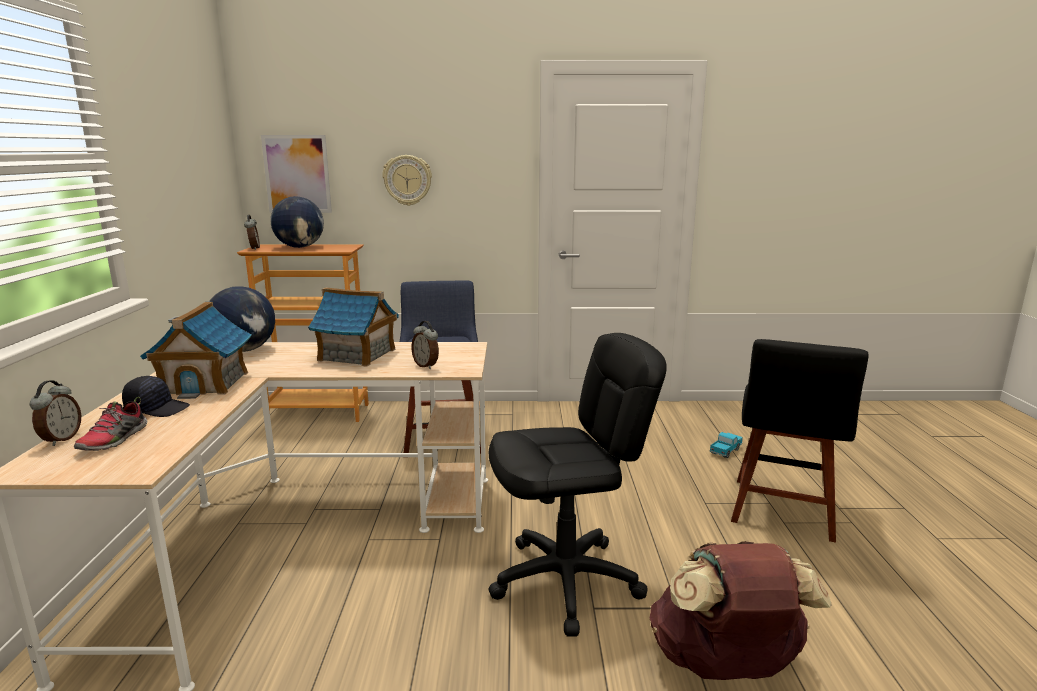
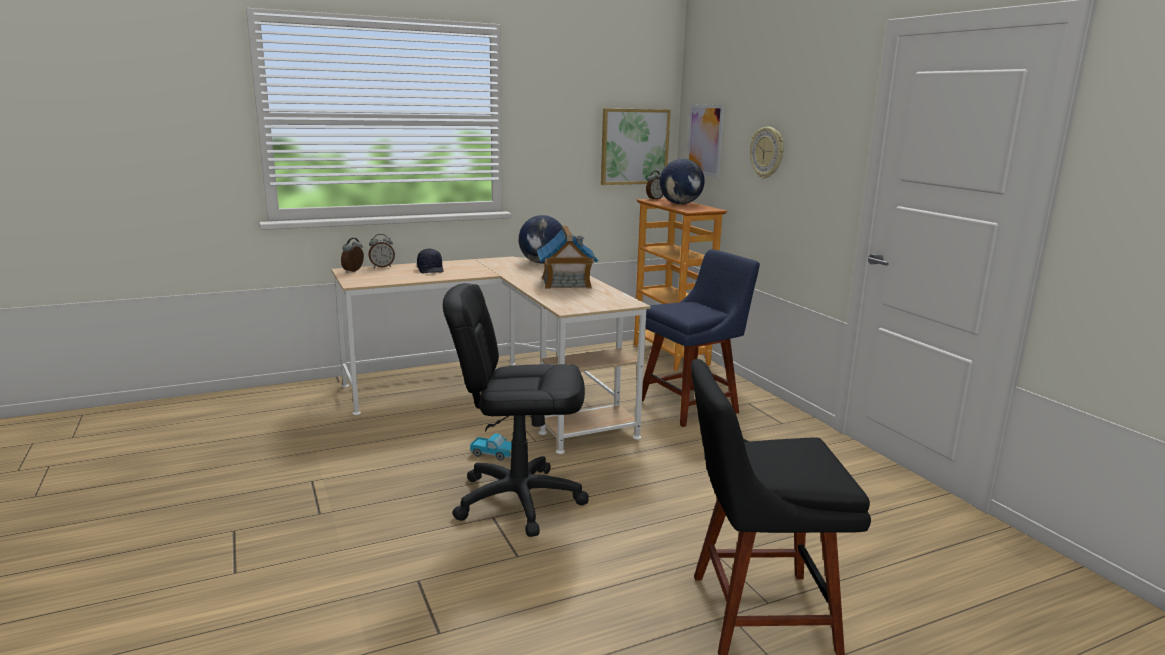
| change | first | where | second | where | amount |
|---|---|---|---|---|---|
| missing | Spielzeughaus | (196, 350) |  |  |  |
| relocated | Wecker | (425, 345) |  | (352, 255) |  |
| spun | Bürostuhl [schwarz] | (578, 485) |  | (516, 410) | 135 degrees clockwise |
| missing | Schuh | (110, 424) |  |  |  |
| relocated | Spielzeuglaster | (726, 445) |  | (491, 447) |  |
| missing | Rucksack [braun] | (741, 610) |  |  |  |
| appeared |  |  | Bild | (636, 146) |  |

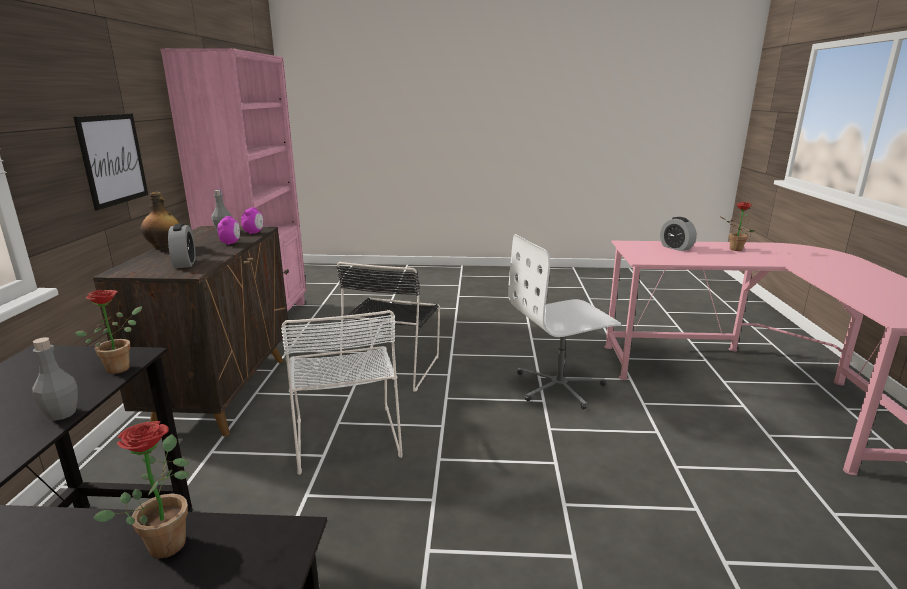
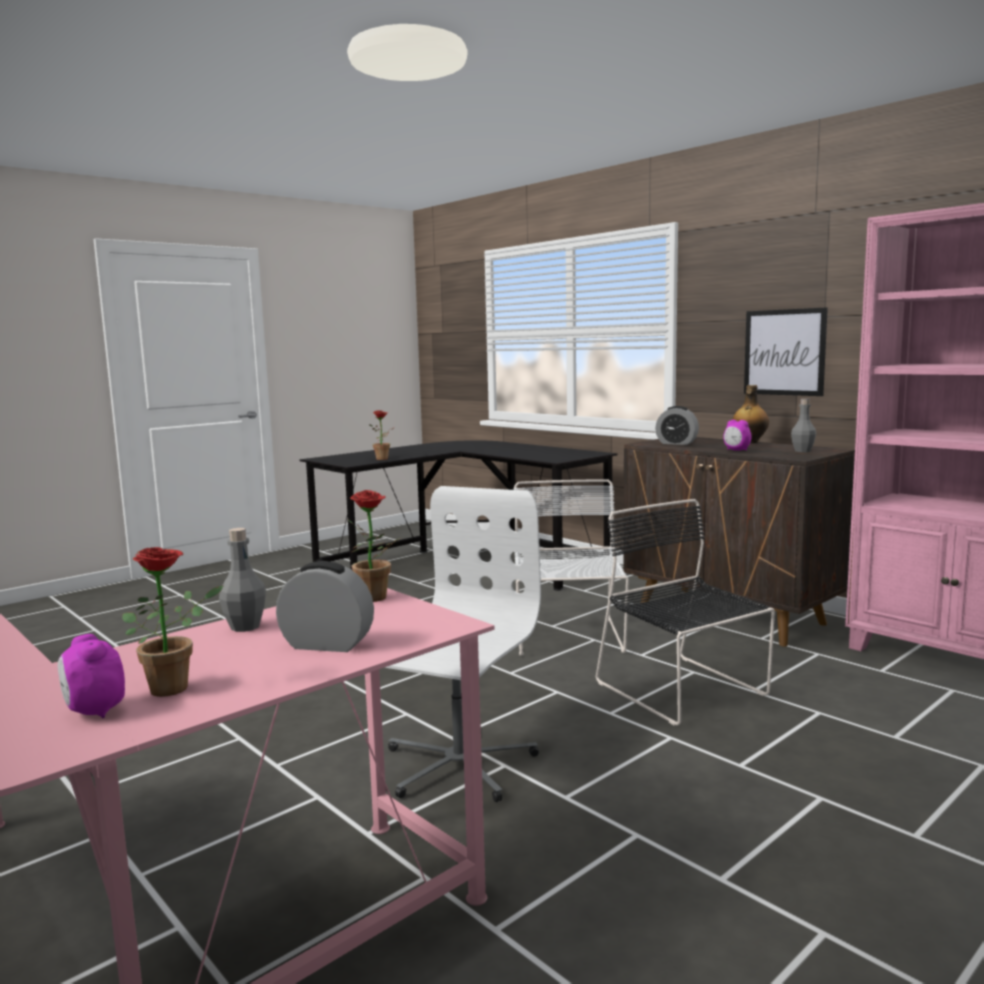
| change | first | where | second | where | amount |
|---|---|---|---|---|---|
| relocated | Wecker | (252, 221) |  | (91, 676) |  |
| relocated | Topfpflanze | (108, 332) |  | (373, 546) |  |
| spun | Stuhl [weiß] | (342, 392) |  | (571, 567) | 60 degrees clockwise |
| relocated | Flasche [grau] | (55, 379) |  | (242, 580) |  |

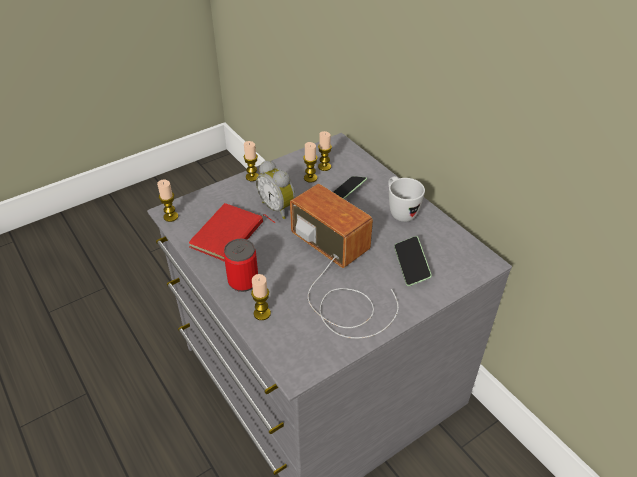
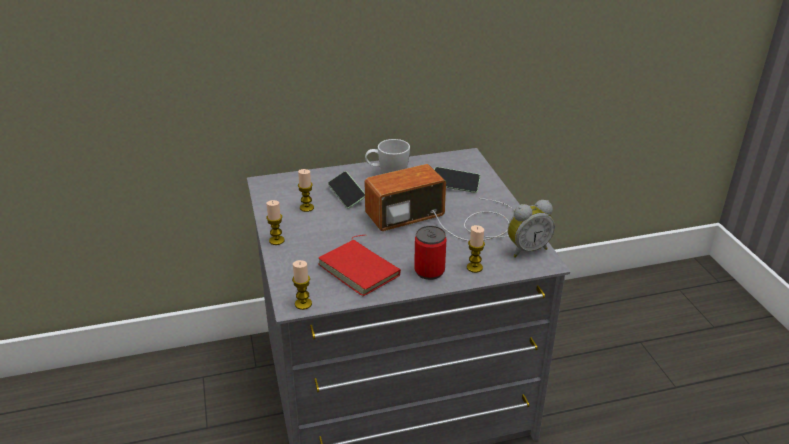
| change | first | where | second | where | amount |
|---|---|---|---|---|---|
| missing | Kerze | (325, 151) |  |  |  |
| relocated | Wecker | (275, 189) |  | (531, 229) |  |

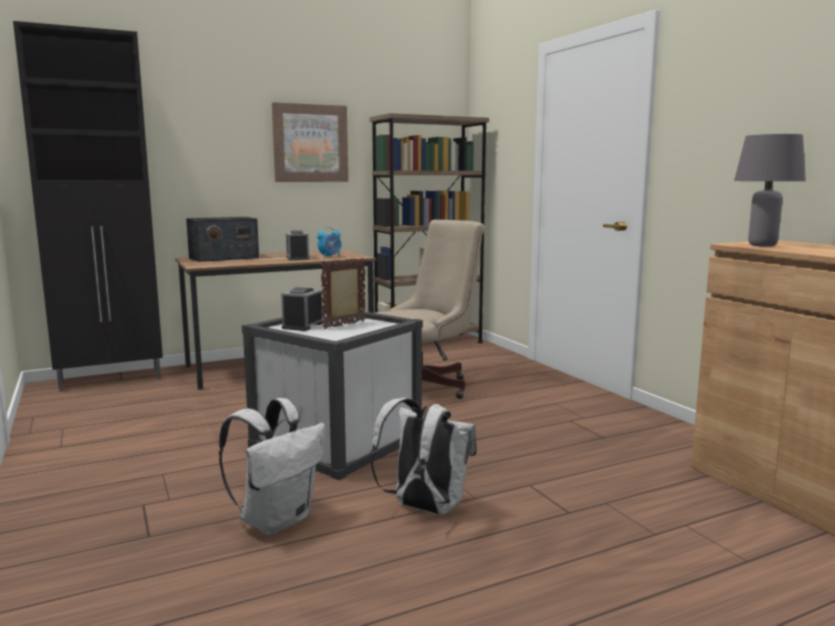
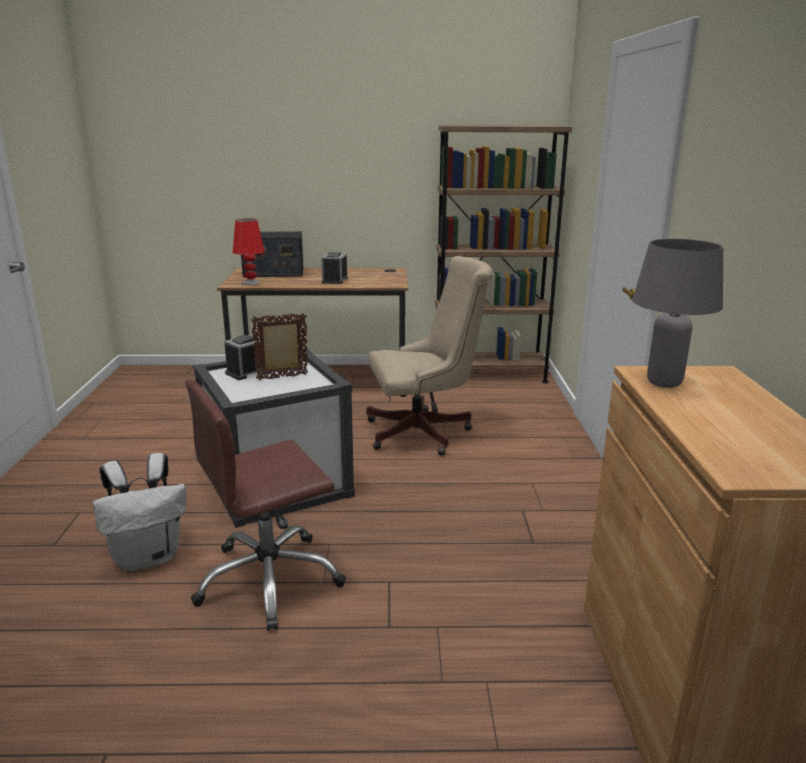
| change | first | where | second | where | amount |
|---|---|---|---|---|---|
| missing | Schrank [schwarz] | (88, 206) |  |  |  |
| missing | Bild | (310, 142) |  |  |  |
| missing | Wecker | (329, 242) |  |  |  |
| exchanged | Rucksack [weiß] | (424, 456) | Bürostuhl [braun] | (265, 505) |  |
| appeared |  |  | Tischlampe [rot] | (249, 252) |  |

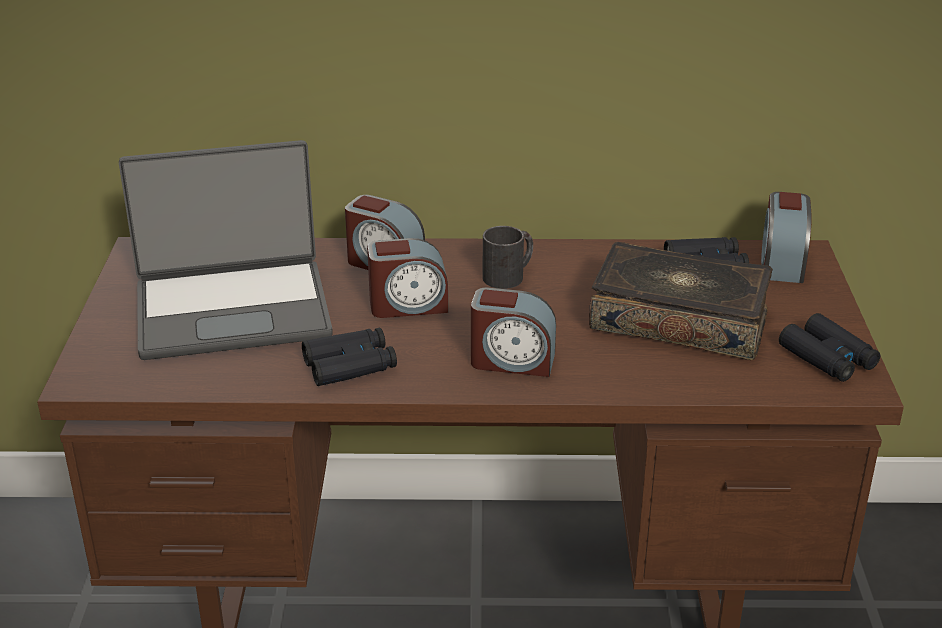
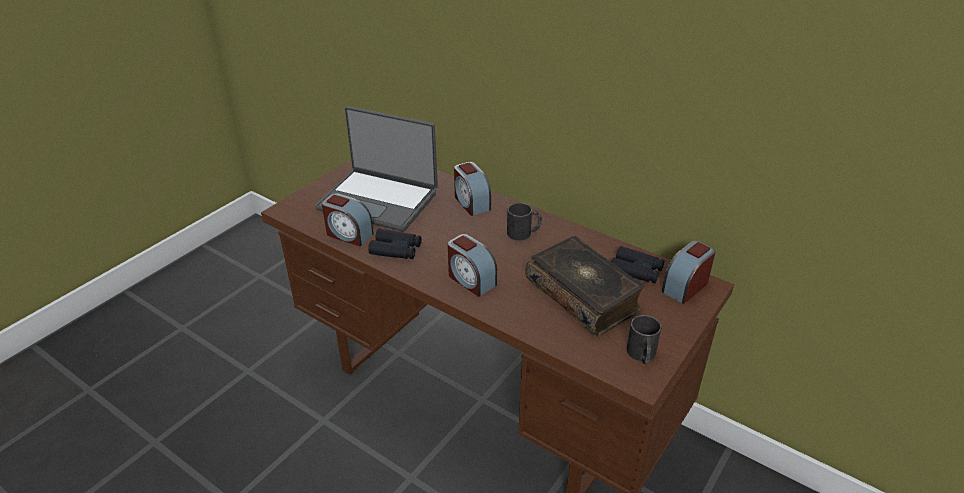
| change | first | where | second | where | amount |
|---|---|---|---|---|---|
| relocated | Wecker | (407, 278) |  | (348, 220) |  |
| exchanged | Fernglas [schwarz] | (829, 347) | Henkelbecher [schwarz] | (644, 339) |  |

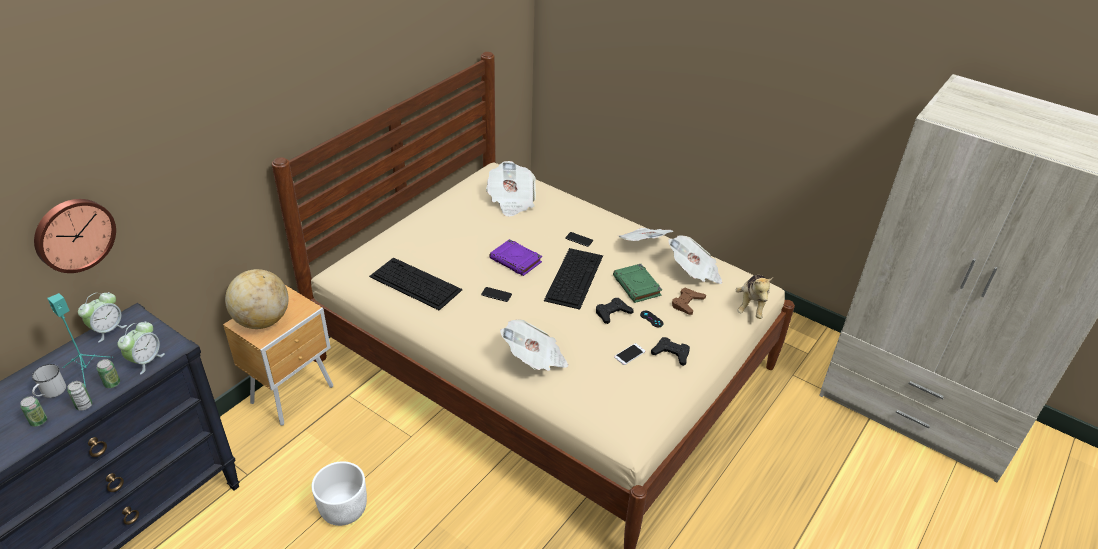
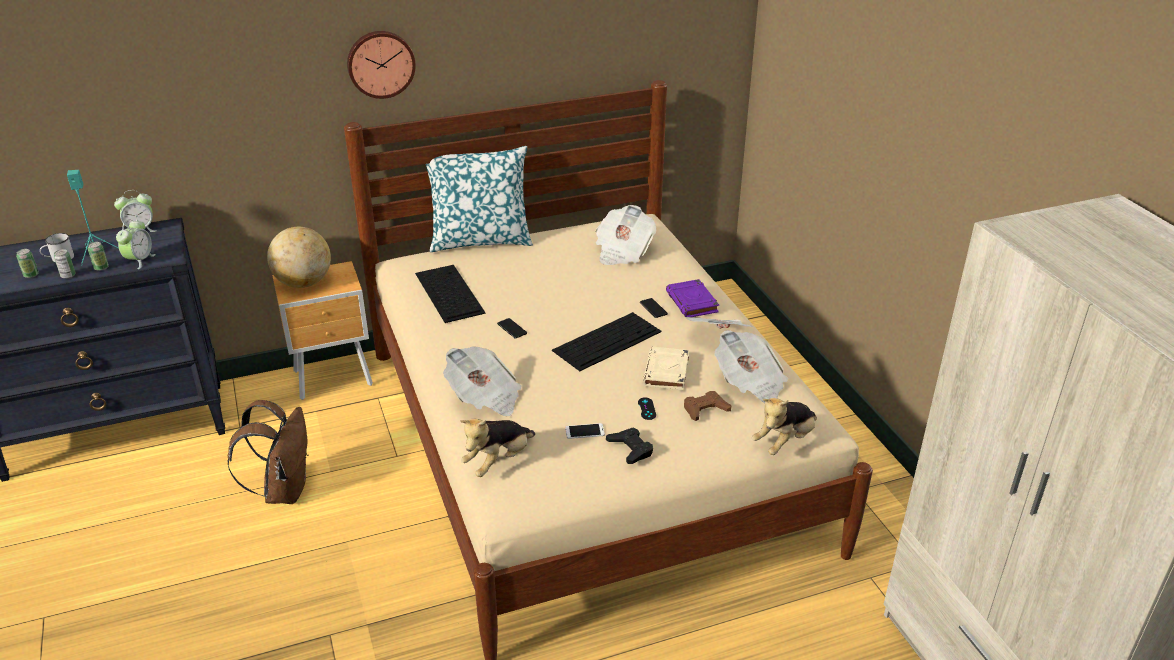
| change | first | where | second | where | amount |
|---|---|---|---|---|---|
| relocated | Wanduhr | (75, 236) |  | (381, 65) |  |
| relocated | Buch [lila] | (515, 257) |  | (692, 298) |  |
| colour | Buch [grün] | (637, 283) | Buch [beige] | (666, 369) |  |
| missing | Gamepad [schwarz] | (615, 311) |  |  |  |
| spun | Wecker | (141, 348) |  | (136, 244) | 45 degrees counterclockwise |
| exchanged | Pflanzkübel [weiß] | (339, 493) | Rucksack [braun] | (267, 452) |  |
| appeared |  |  | Kissen | (479, 199) |  |
| appeared |  |  | Plüschtier | (497, 448) |  |

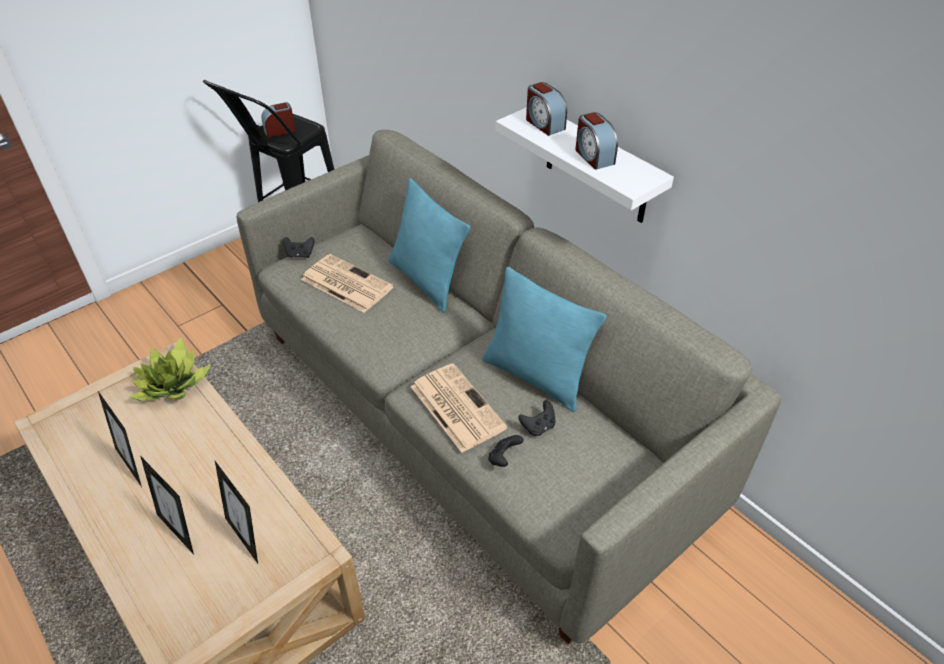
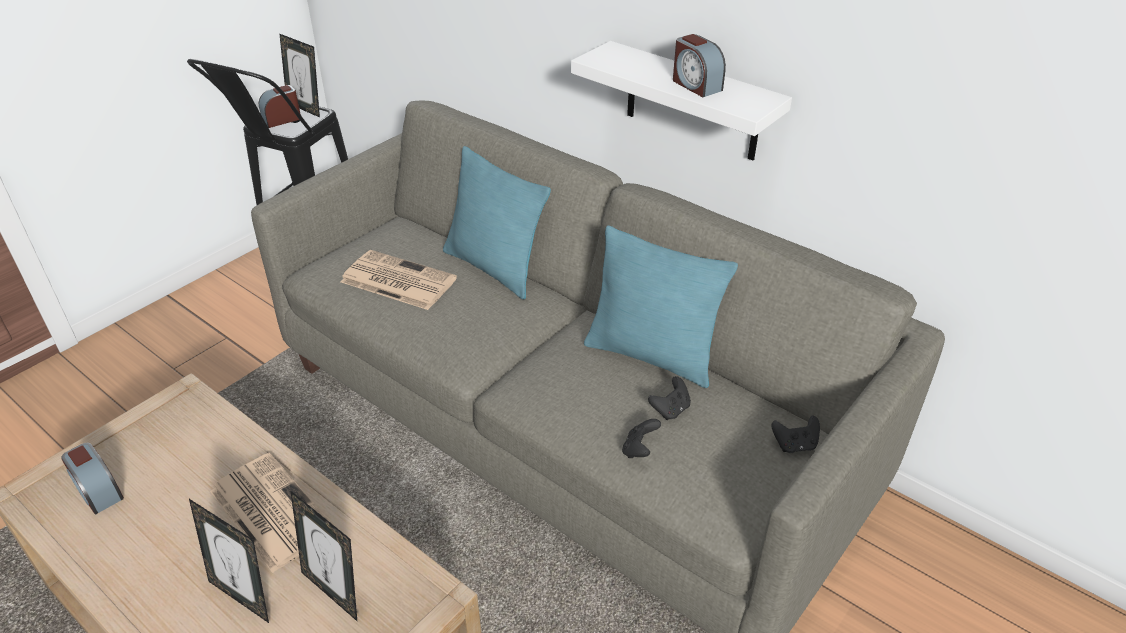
| change | first | where | second | where | amount |
|---|---|---|---|---|---|
| relocated | Wecker | (546, 109) |  | (92, 478) |  |
| relocated | Gamepad [schwarz] | (299, 247) |  | (796, 434) |  |
| missing | Topfpflanze | (170, 369) |  |  |  |
| relocated | Zeitung | (459, 408) |  | (271, 513) |  |
| relocated | Bilderrahmen | (120, 439) |  | (299, 75) |  |

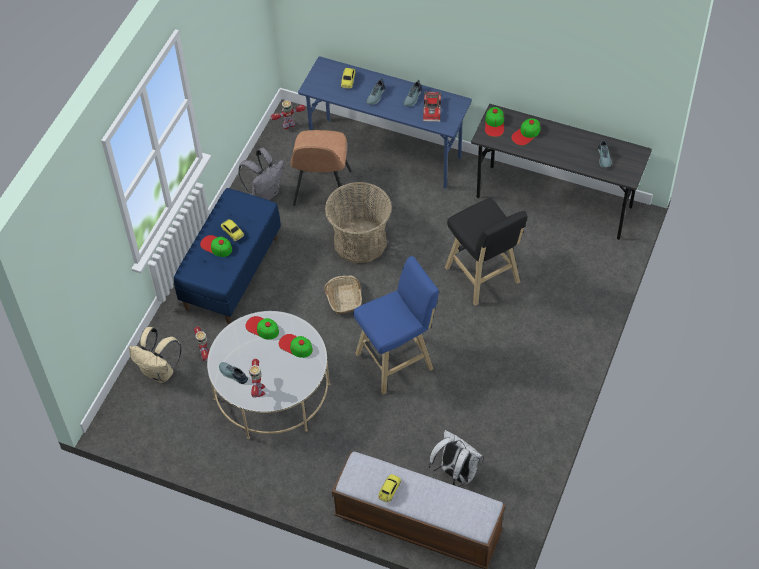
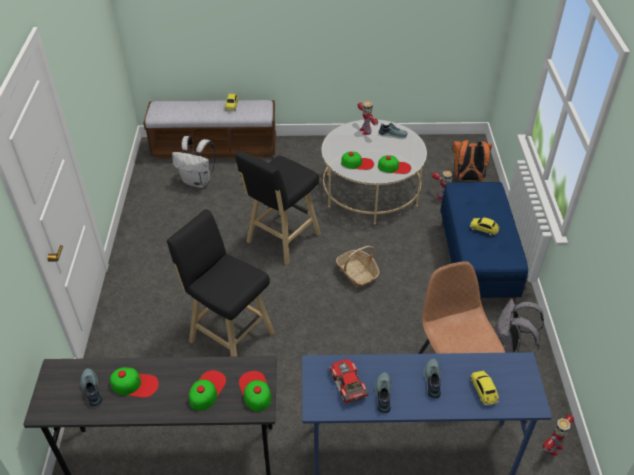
| change | first | where | second | where | amount |
|---|---|---|---|---|---|
| missing | Korb | (358, 222) |  |  |  |
| relocated | Kappe | (216, 246) |  | (134, 382) |  |
| colour | Hocker [blau] | (396, 325) | Hocker [schwarz] | (278, 208) |  |
| colour | Rucksack [beige] | (155, 355) | Rucksack [orange] | (472, 160) |  |

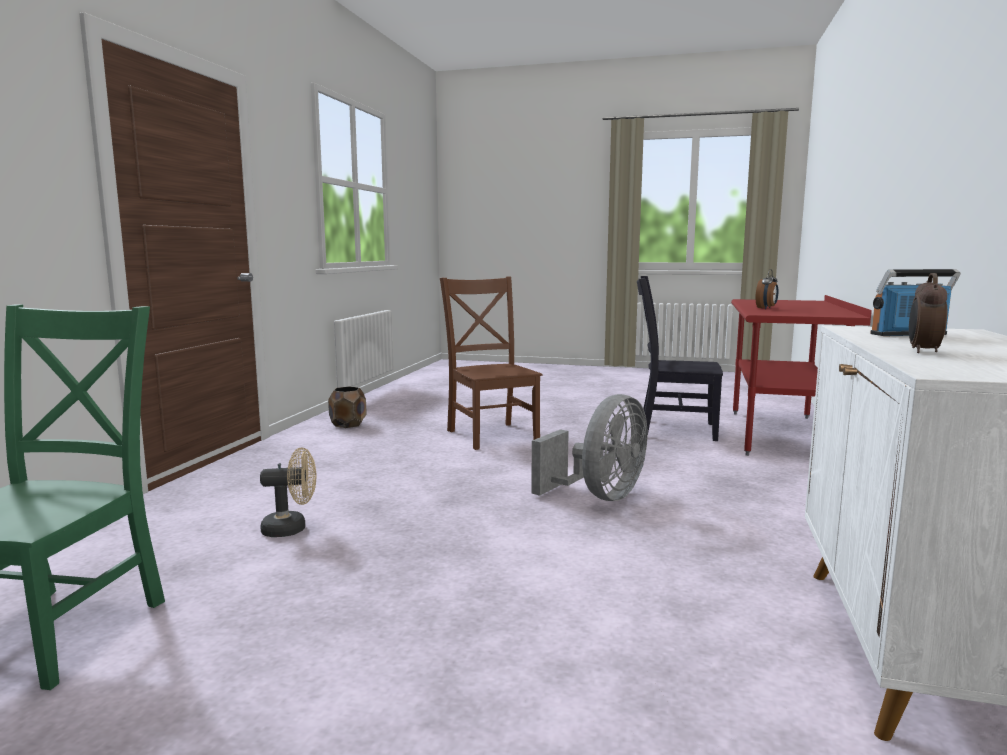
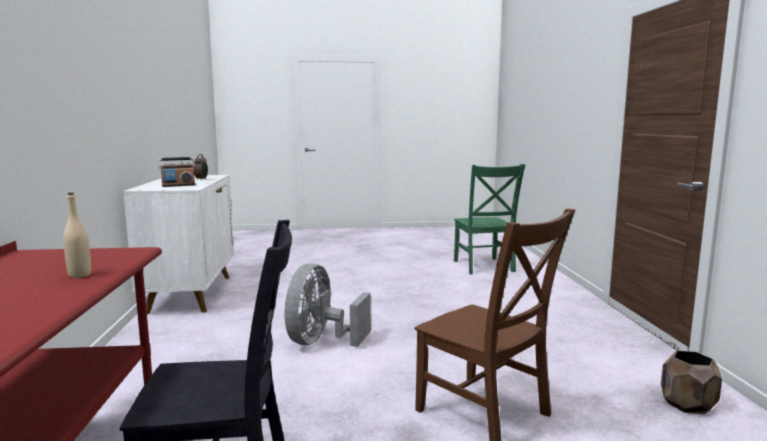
| change | first | where | second | where | amount |
|---|---|---|---|---|---|
| exchanged | Wecker | (767, 289) | Flasche [beige] | (77, 235) |  |
| missing | Ventilator [beige] | (288, 492) |  |  |  |

